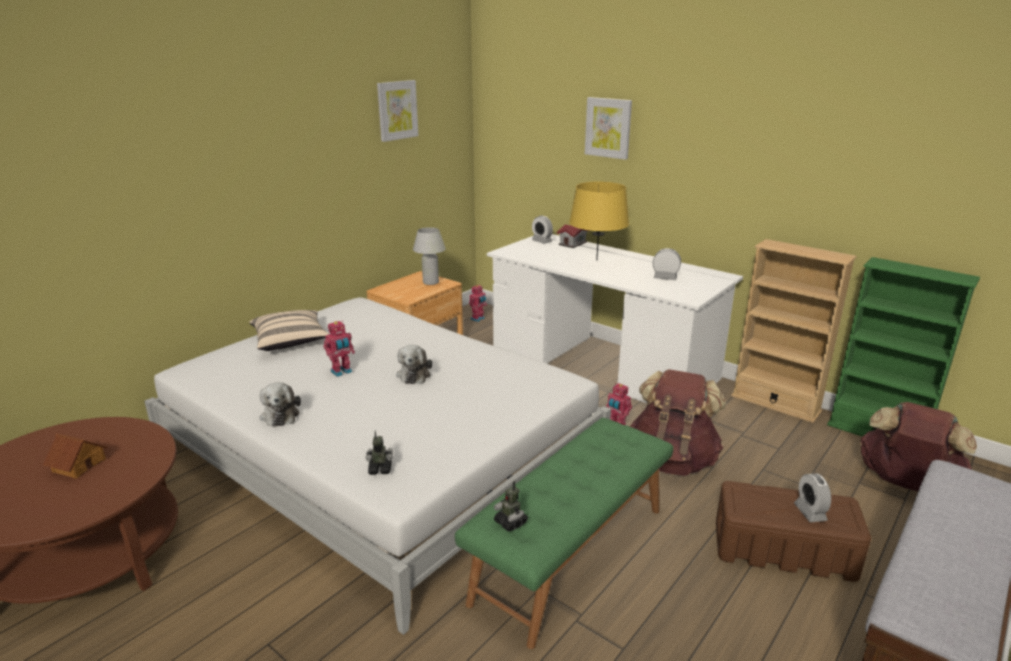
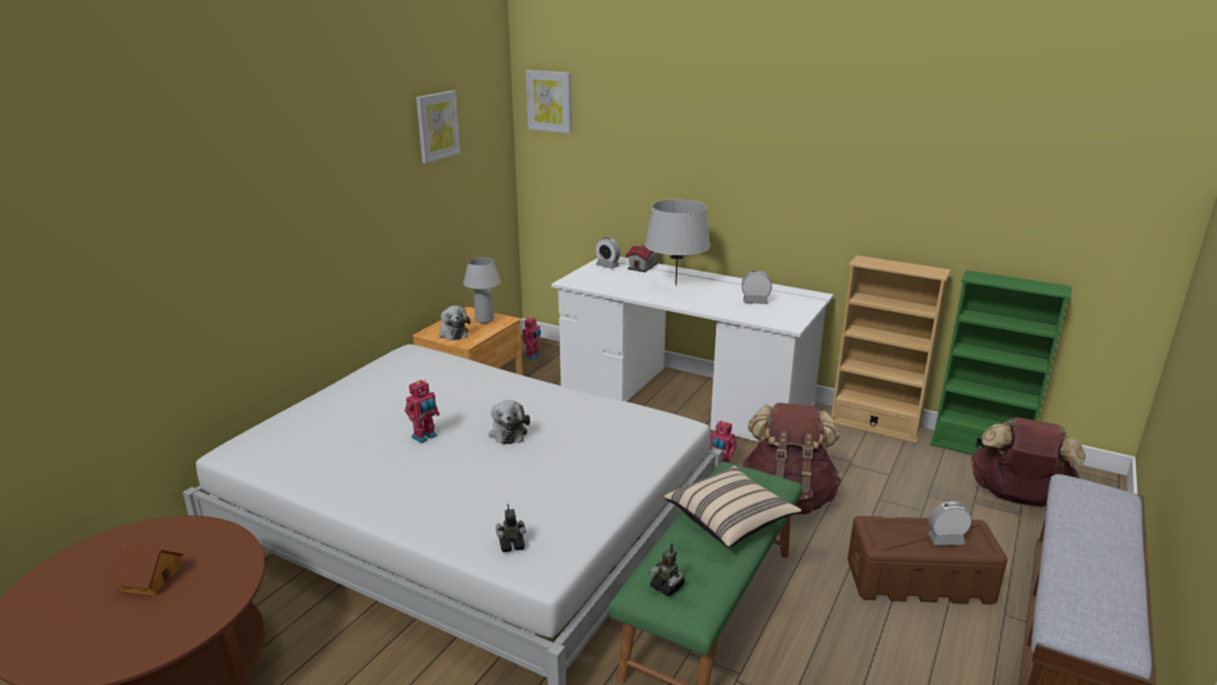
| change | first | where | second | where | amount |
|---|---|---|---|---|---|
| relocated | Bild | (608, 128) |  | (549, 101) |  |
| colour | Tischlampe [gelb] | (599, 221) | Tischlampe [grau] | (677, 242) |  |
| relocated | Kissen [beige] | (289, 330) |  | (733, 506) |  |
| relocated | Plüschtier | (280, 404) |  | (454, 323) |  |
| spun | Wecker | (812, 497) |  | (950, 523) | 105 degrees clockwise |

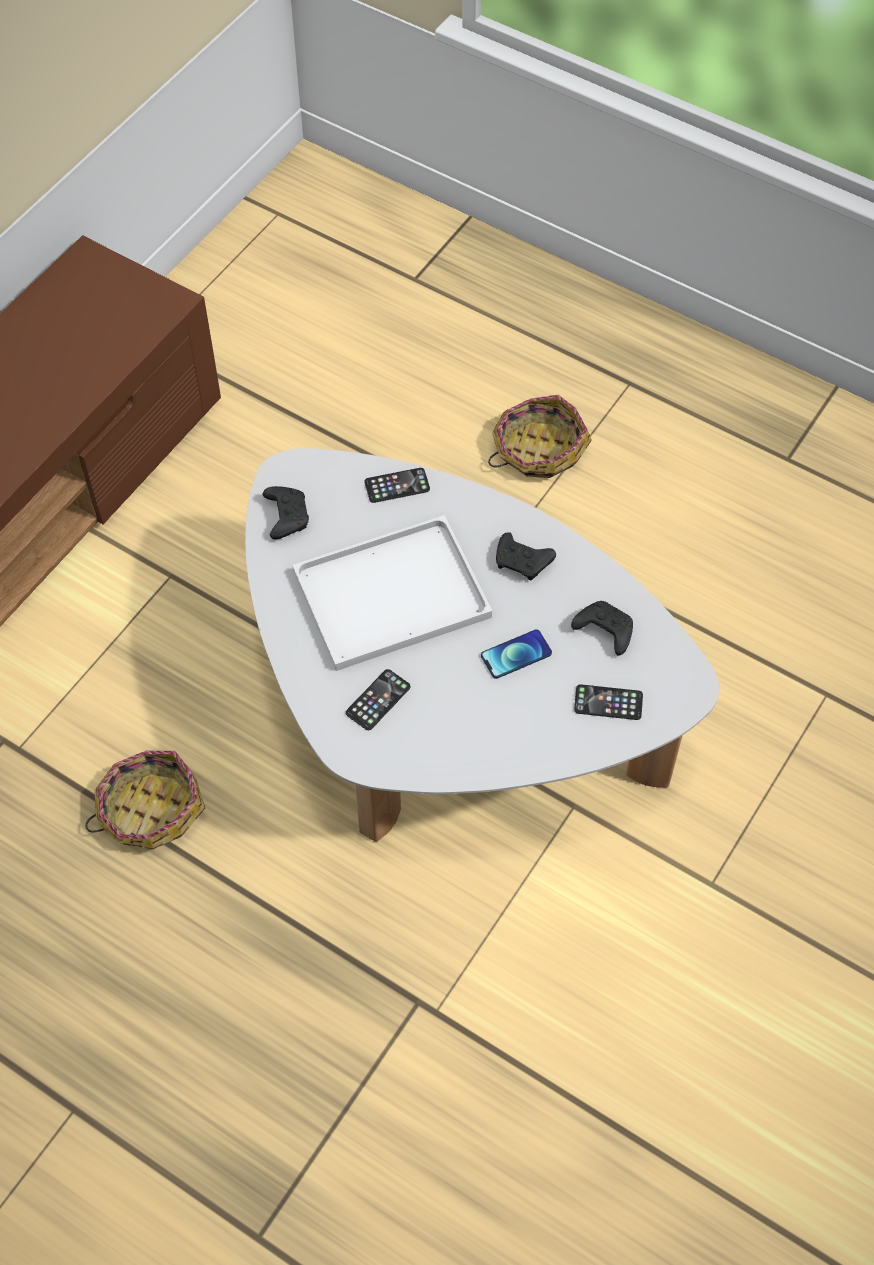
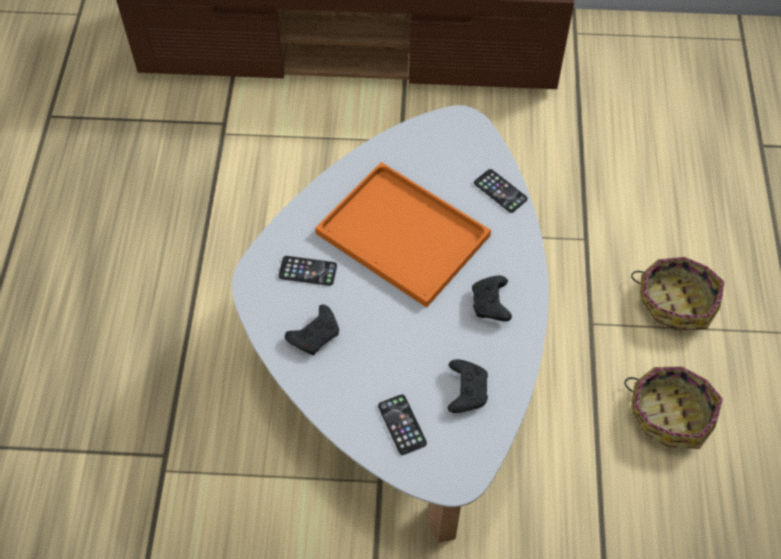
| change | first | where | second | where | amount |
|---|---|---|---|---|---|
| relocated | Gamepad [schwarz] | (285, 512) |  | (312, 329) |  |
| colour | Tablett [weiß] | (392, 593) | Tablett [orange] | (403, 235) |  |
| missing | Handy | (516, 654) |  |  |  |
| relocated | Korb | (145, 800) |  | (673, 408) |  |

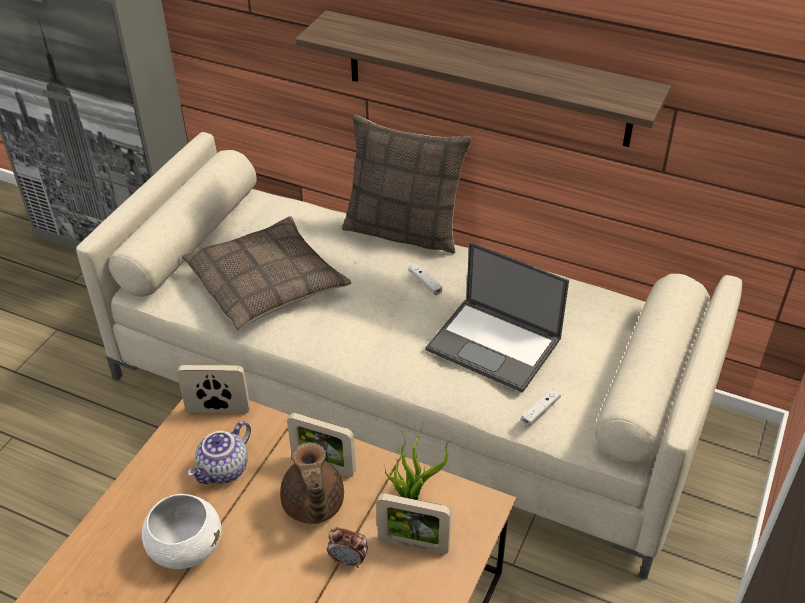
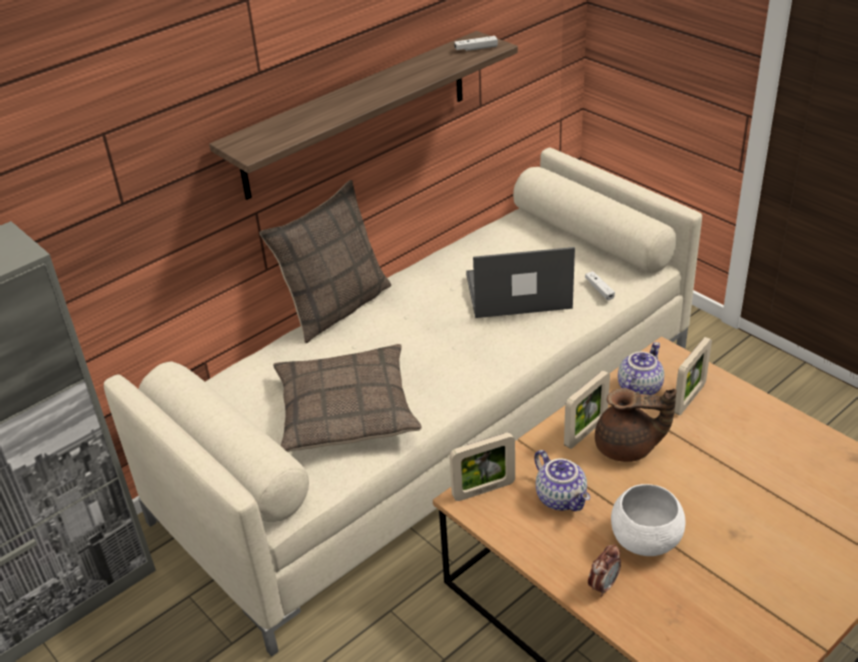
| change | first | where | second | where | amount |
|---|---|---|---|---|---|
| spun | Laptop | (497, 317) |  | (520, 282) | 150 degrees counterclockwise |
| relocated | Gamepad [weiß] | (426, 280) |  | (476, 43) |  |
| spun | Bilderrahmen | (213, 389) |  | (482, 466) | 135 degrees counterclockwise |
| exchanged | Topfpflanze | (420, 462) | Teekanne | (641, 368) |  |
| relocated | Wecker | (347, 547) |  | (604, 570) |  |

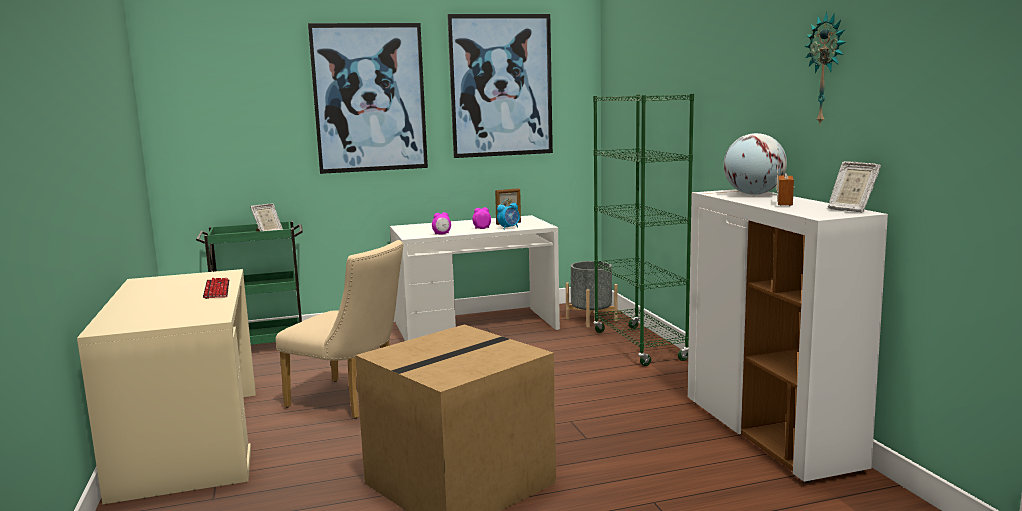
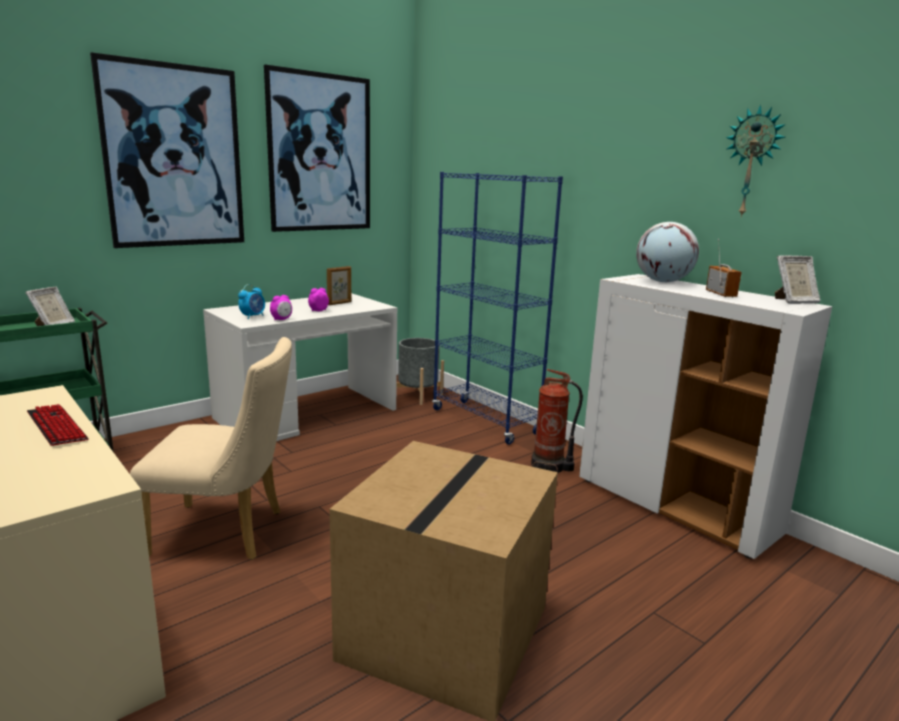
| change | first | where | second | where | amount |
|---|---|---|---|---|---|
| colour | Bücherregal [grün] | (643, 230) | Bücherregal [blau] | (497, 308) |  |
| spun | Bilderrahmen | (854, 186) |  | (798, 279) | 45 degrees counterclockwise |
| relocated | Wecker | (508, 214) |  | (251, 301) |  |
| appeared |  |  | Feuerlöscher | (557, 421) |  |

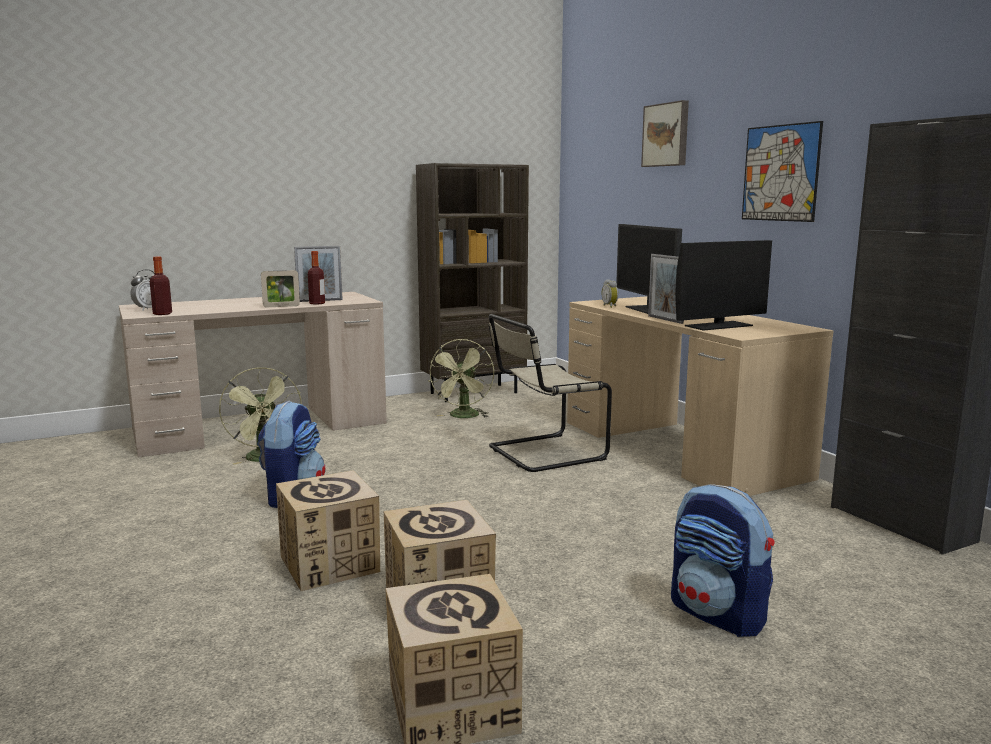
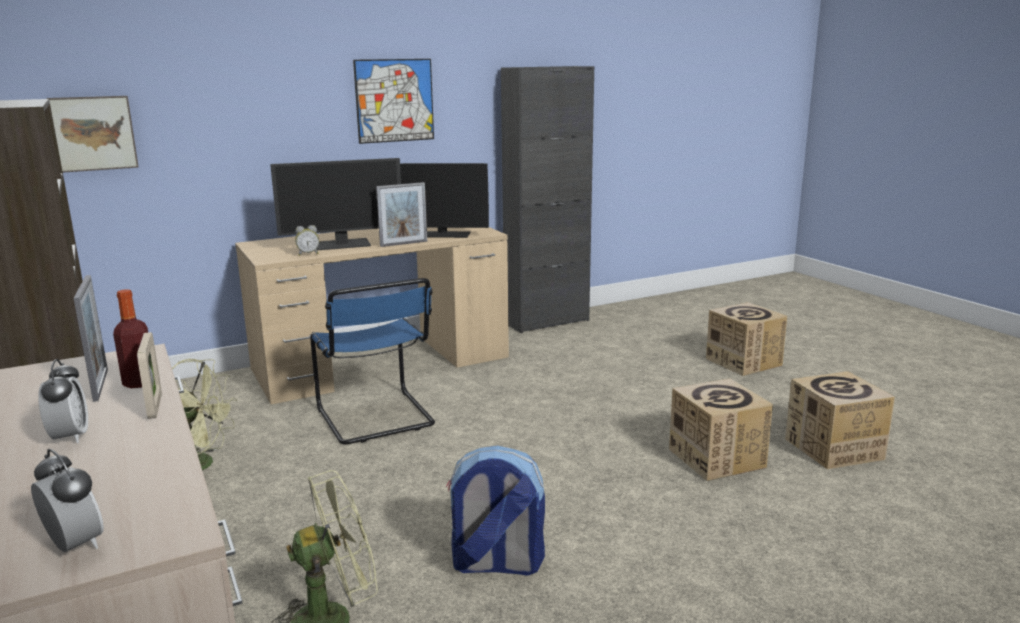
| change | first | where | second | where | amount |
|---|---|---|---|---|---|
| relocated | Bild | (665, 133) |  | (92, 134) |  |
| spun | Monitor | (723, 285) |  | (444, 200) | 120 degrees clockwise |
| missing | Flasche | (161, 285) |  |  |  |
| colour | Stuhl [beige] | (550, 393) | Stuhl [blau] | (372, 361) |  |
| relocated | Karton | (328, 530) |  | (746, 339) |  |
| missing | Rucksack | (722, 560) |  |  |  |
| appeared |  |  | Wecker | (63, 401) |  |

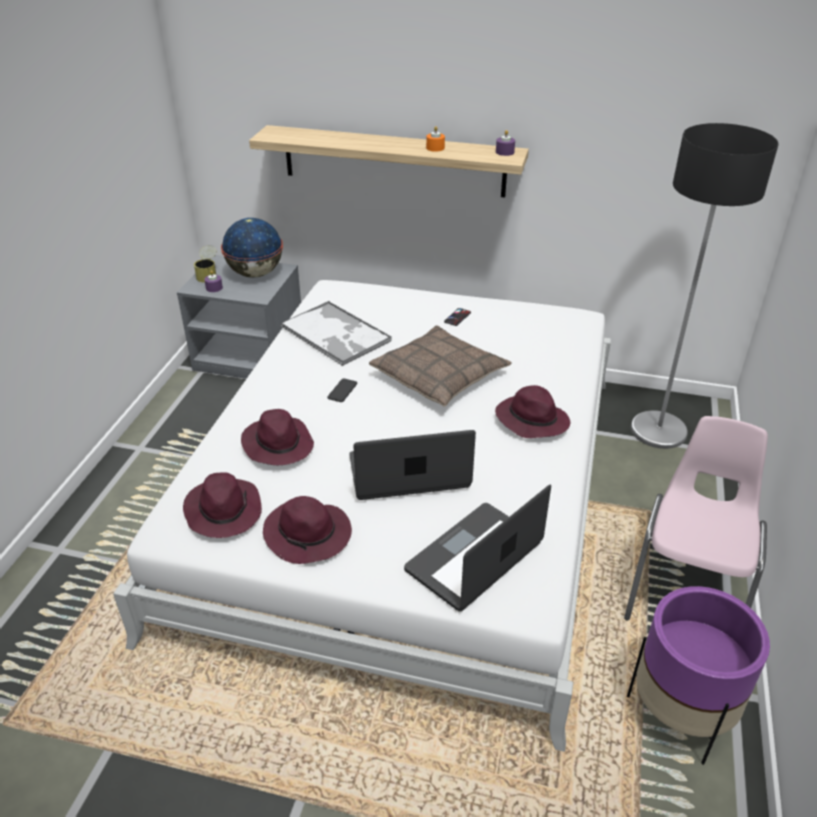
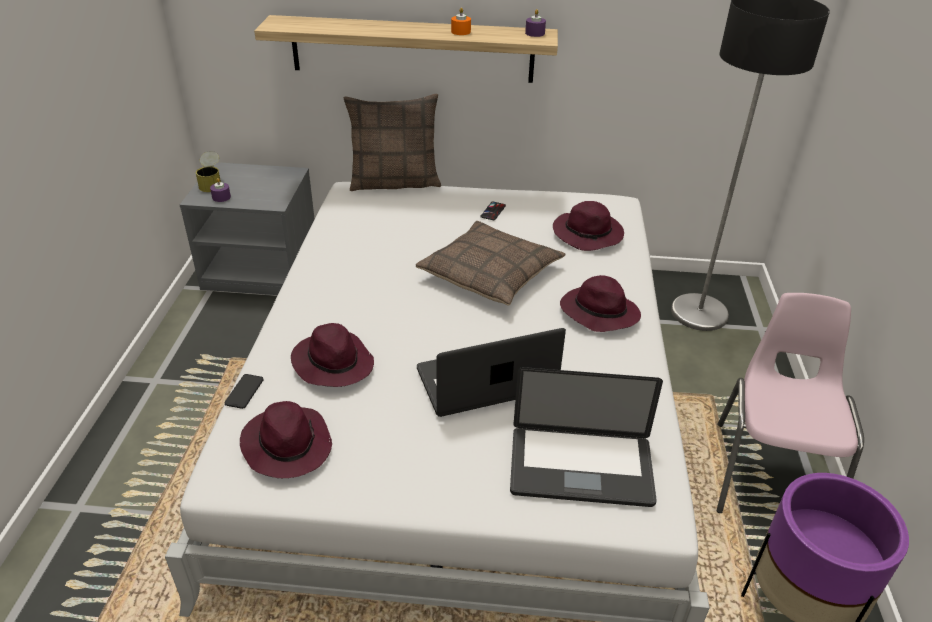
| change | first | where | second | where | amount |
|---|---|---|---|---|---|
| missing | Globus | (252, 248) |  |  |  |
| missing | Tablett | (336, 333) |  |  |  |
| relocated | Handy | (342, 390) |  | (244, 391) |  |
| spun | Laptop | (477, 548) |  | (586, 437) | 120 degrees counterclockwise |
| relocated | Hut [lila] | (307, 530) |  | (588, 226) |  |
| appeared |  |  | Kissen | (392, 142) |  |

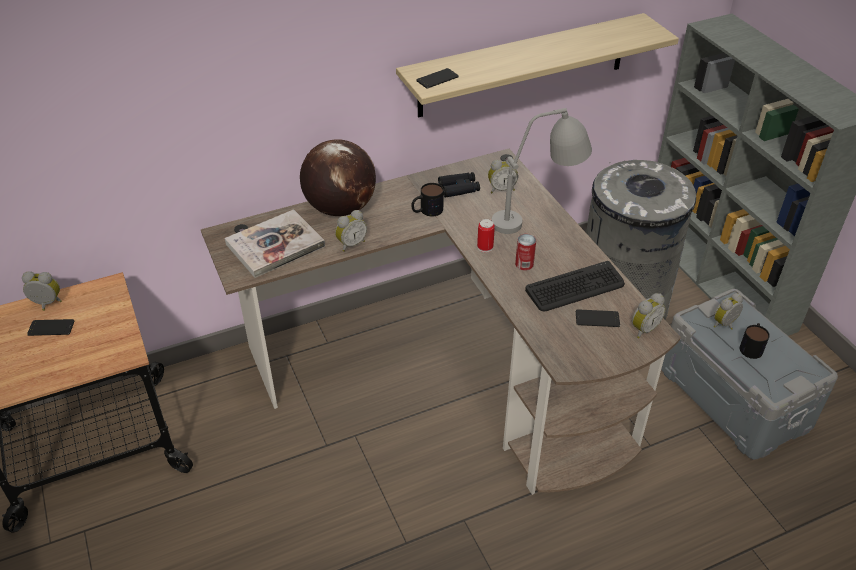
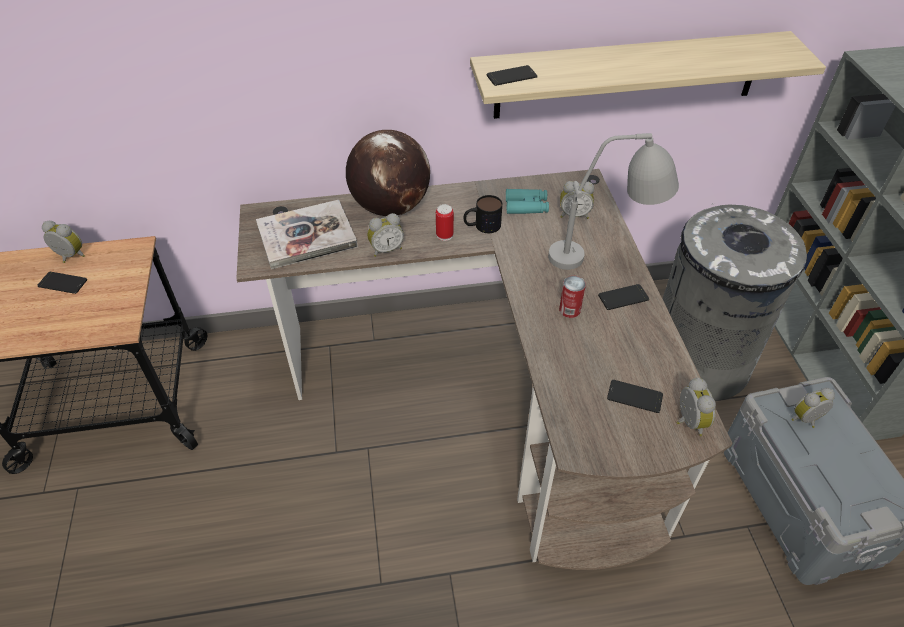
| change | first | where | second | where | amount |
|---|---|---|---|---|---|
| colour | Fernglas [schwarz] | (459, 185) | Fernglas [türkis] | (527, 201) |  |
| relocated | Dose | (486, 236) |  | (445, 222) |  |
| missing | Tastatur | (575, 286) |  |  |  |
| spun | Wecker | (649, 316) |  | (696, 406) | 75 degrees counterclockwise |
| missing | Henkelbecher | (755, 341) |  |  |  |
| appeared |  |  | Handy | (623, 297) |  |

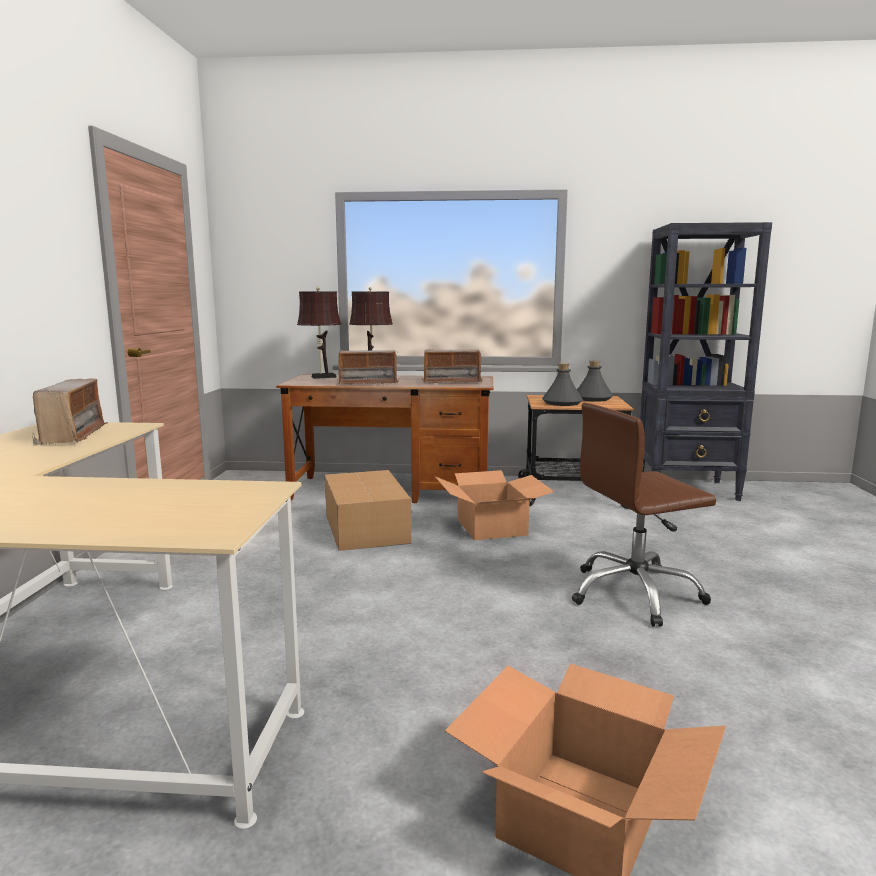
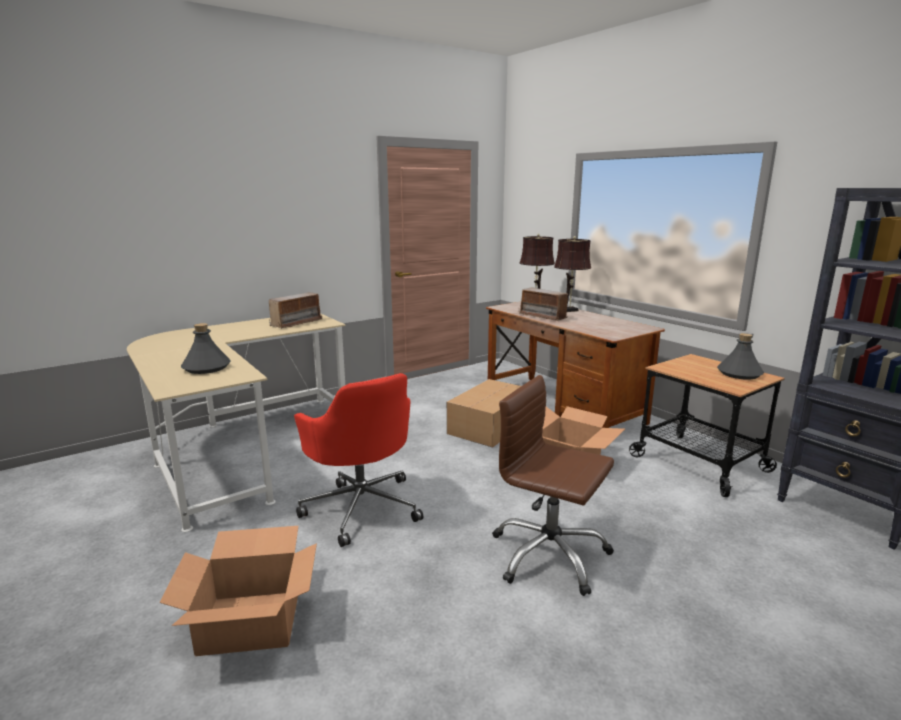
| change | first | where | second | where | amount |
|---|---|---|---|---|---|
| missing | Radio | (453, 366) |  |  |  |
| relocated | Flasche [grau] | (562, 384) |  | (206, 348) |  |
| appeared |  |  | Bürostuhl [rot] | (358, 460) |  |

